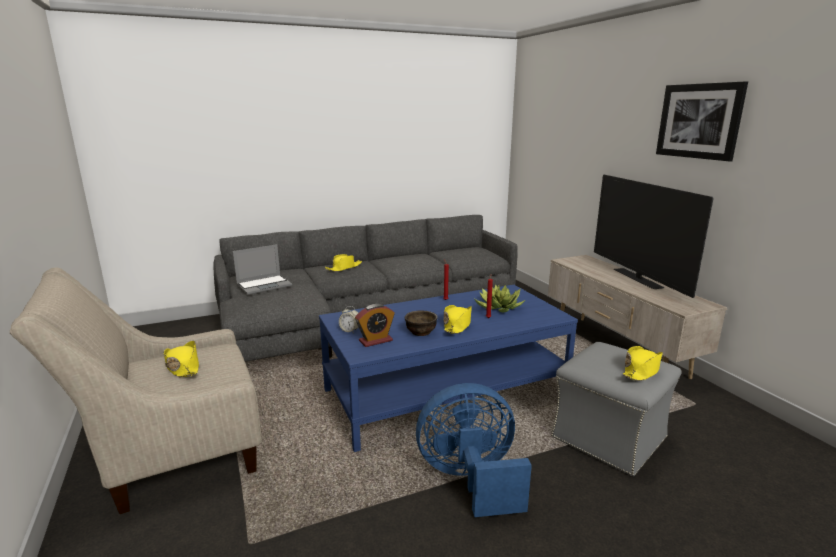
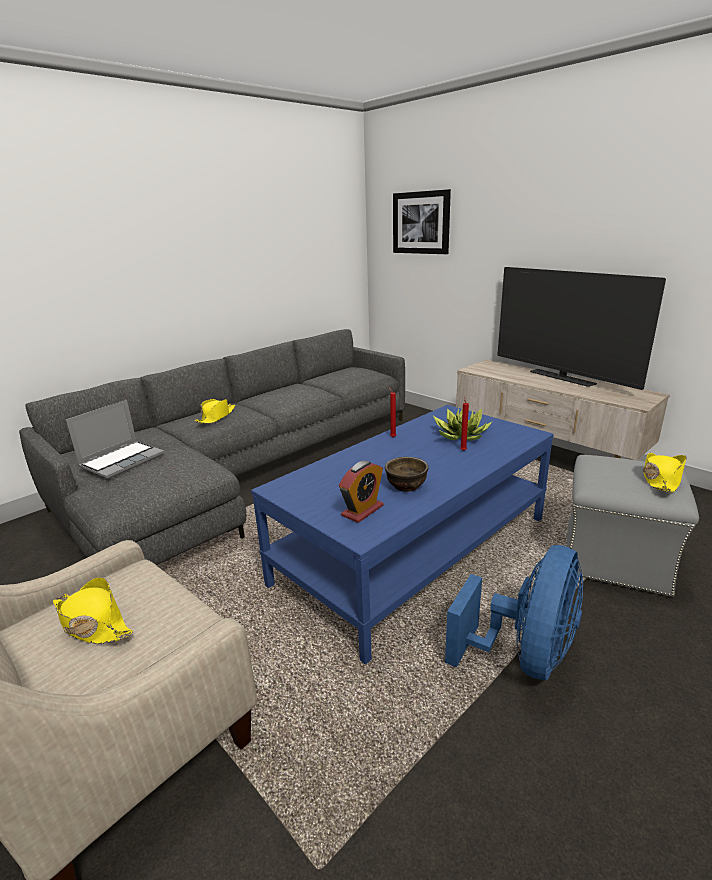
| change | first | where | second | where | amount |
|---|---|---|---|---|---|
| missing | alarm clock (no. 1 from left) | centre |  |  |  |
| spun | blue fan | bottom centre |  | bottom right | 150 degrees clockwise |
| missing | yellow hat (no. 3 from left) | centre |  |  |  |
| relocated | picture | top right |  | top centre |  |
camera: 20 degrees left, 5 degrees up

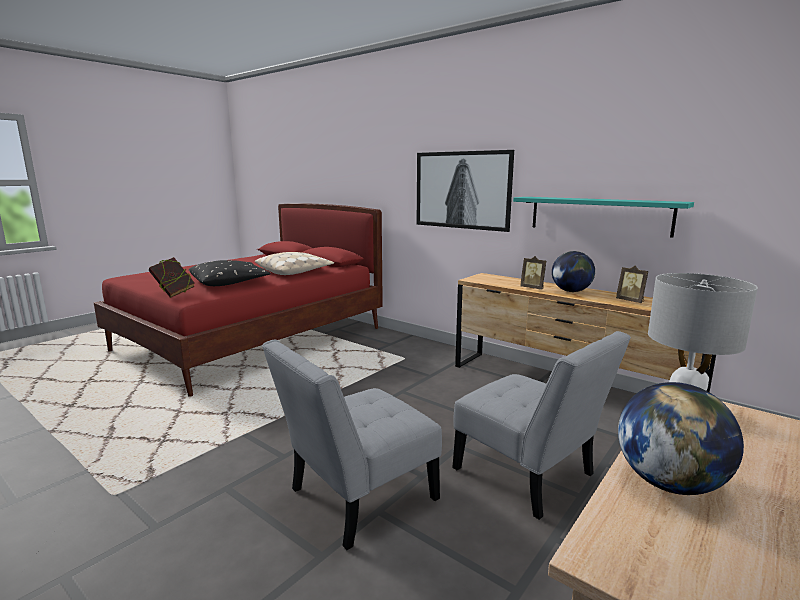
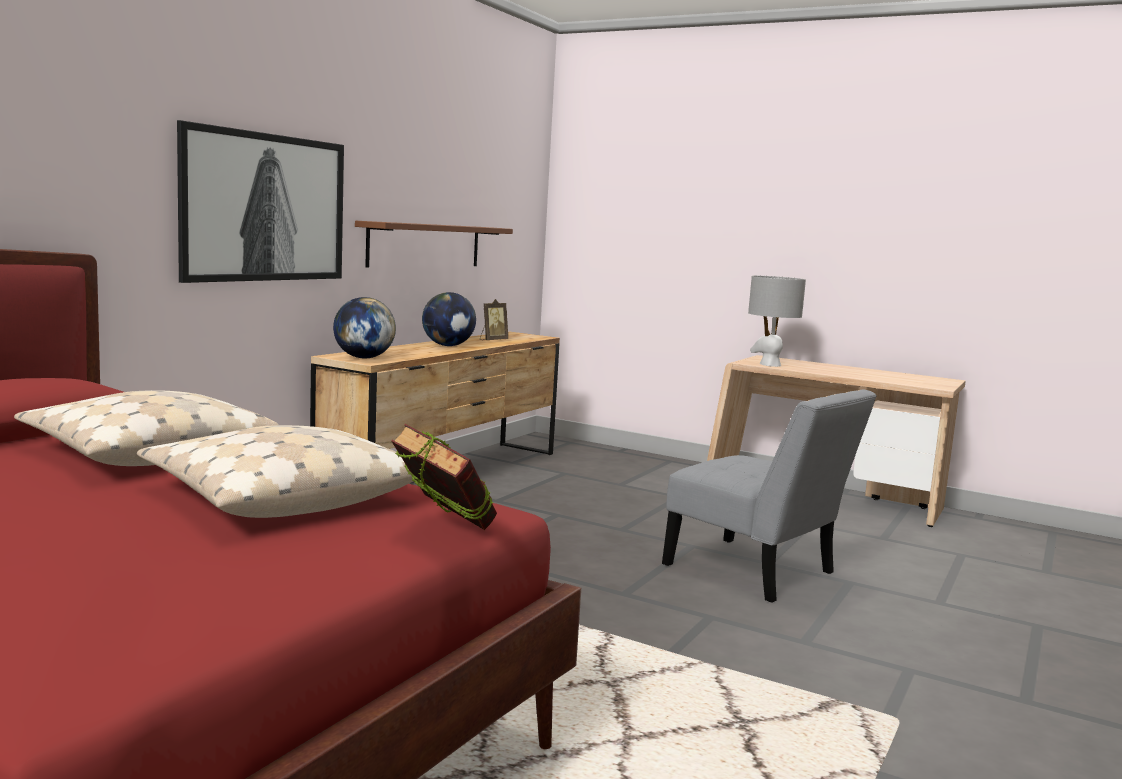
| change | first | where | second | where | amount |
|---|---|---|---|---|---|
| colour | black pillow | middle left | beige pillow (no. 2 from left) | middle left |  |
| missing | grey chair (no. 2 from left) | bottom right |  |  |  |
| colour | turquoise shelf | middle right | brown shelf | top centre |  |
| missing | picture frame (no. 1 from left) | centre |  |  |  |
| relocated | globe (no. 2 from left in the first image) | bottom right | globe (no. 1 from left) | middle left |  |
camera: 100 degrees left, 5 degrees down

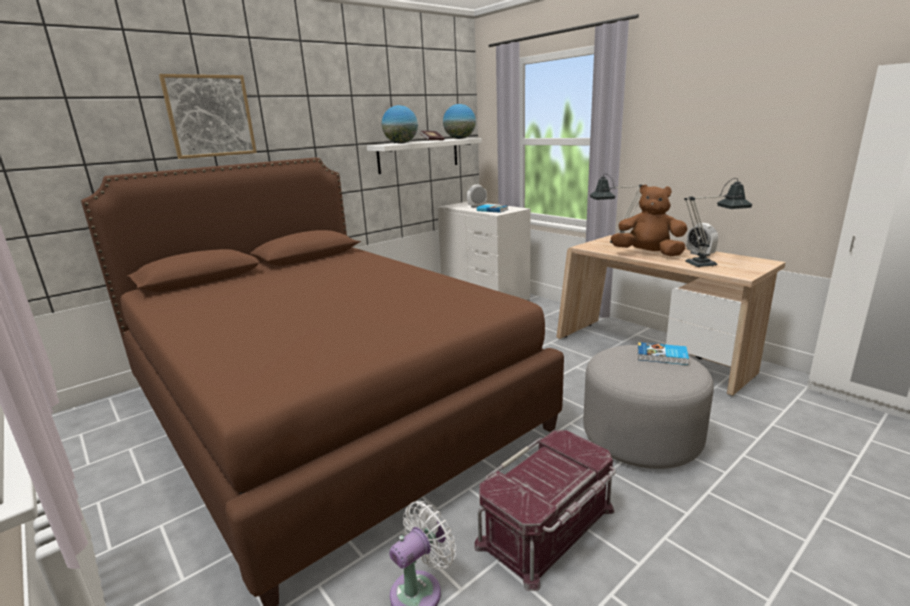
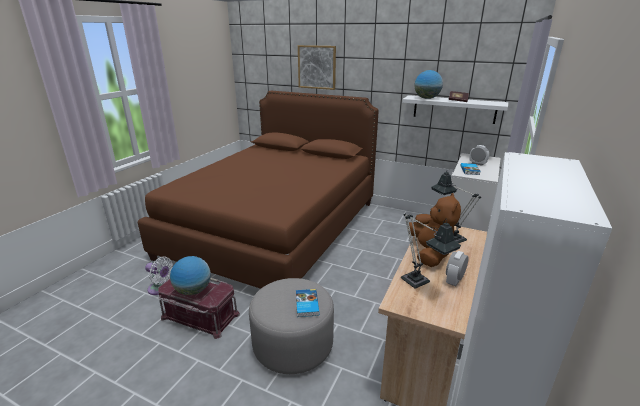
| change | first | where | second | where | amount |
|---|---|---|---|---|---|
| relocated | globe (no. 2 from left in the first image) | top centre | globe (no. 1 from left) | bottom left |  |
camera: 65 degrees right, 5 degrees up

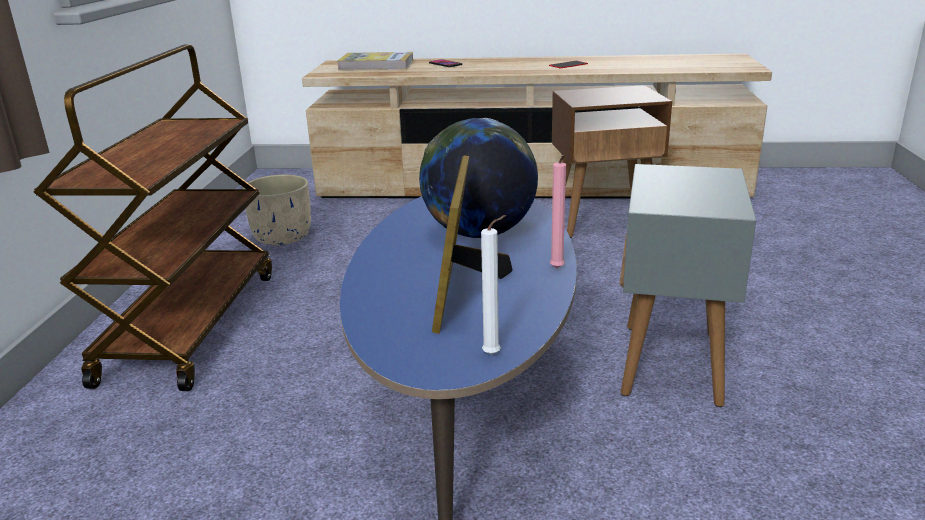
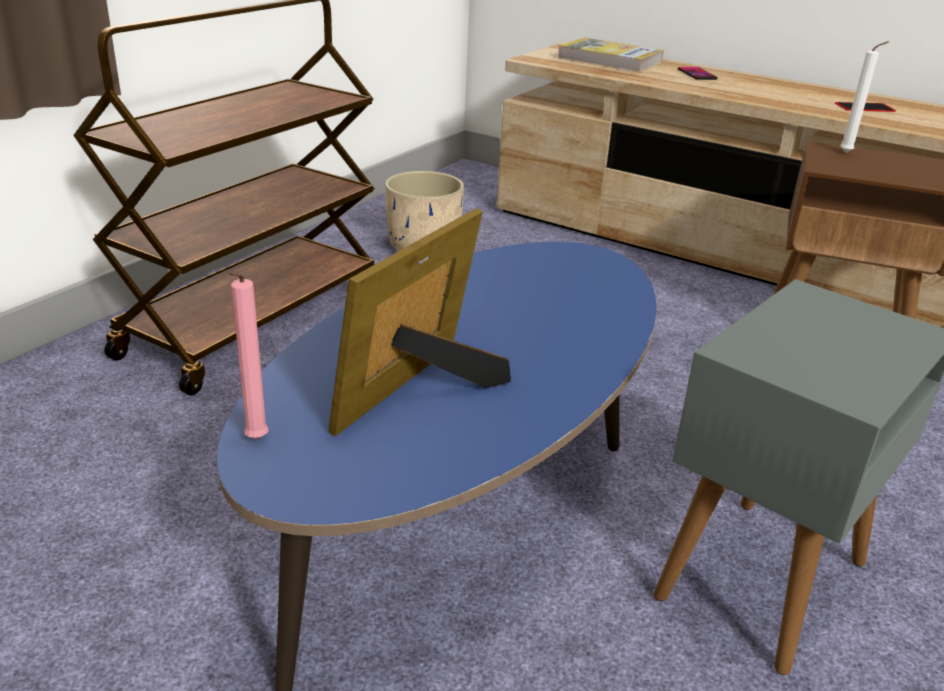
| change | first | where | second | where | amount |
|---|---|---|---|---|---|
| missing | globe | centre |  |  |  |
| relocated | white candle | centre |  | top right |  |
| relocated | pink candle | centre |  | middle left |  |
camera: 25 degrees right, 5 degrees up

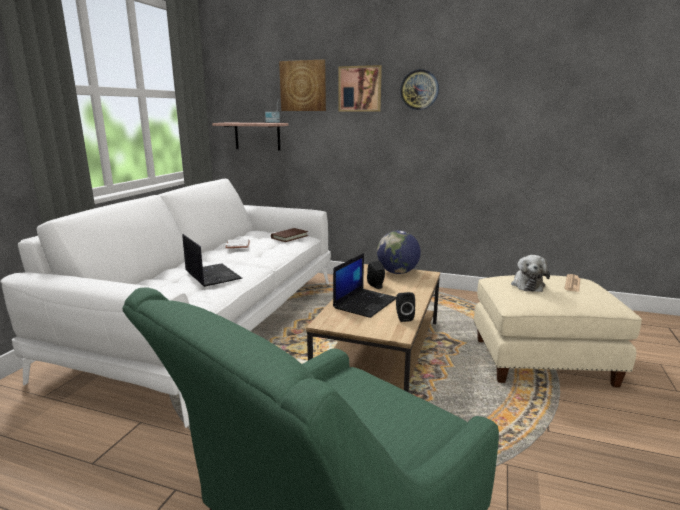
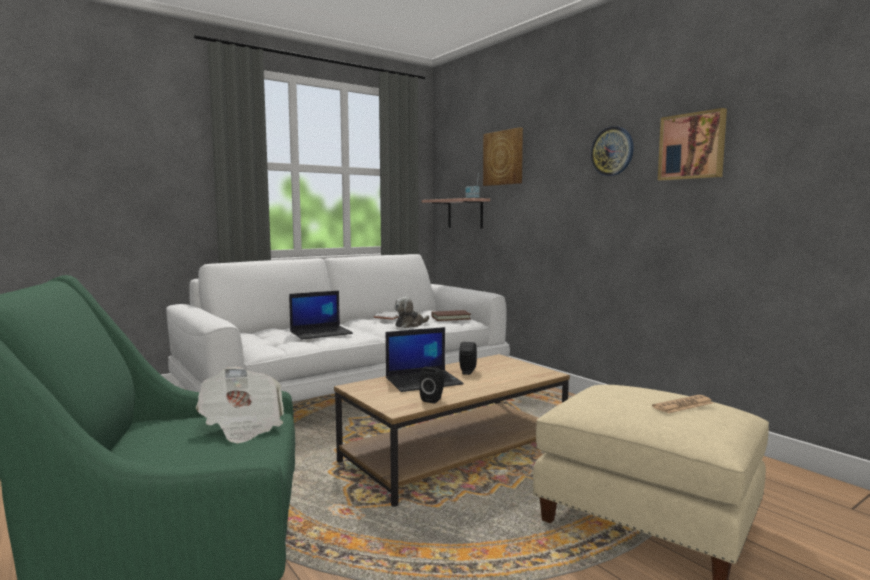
| change | first | where | second | where | amount |
|---|---|---|---|---|---|
| spun | laptop (no. 1 from left) | middle left |  | centre | 60 degrees clockwise |
| relocated | picture (no. 2 from left) | top centre |  | top right |  |
| missing | globe | centre |  |  |  |
| relocated | plush toy | middle right |  | centre |  |
| appeared |  |  | newspaper (no. 1 from left) | bottom left |  |
camera: 35 degrees right, 10 degrees down

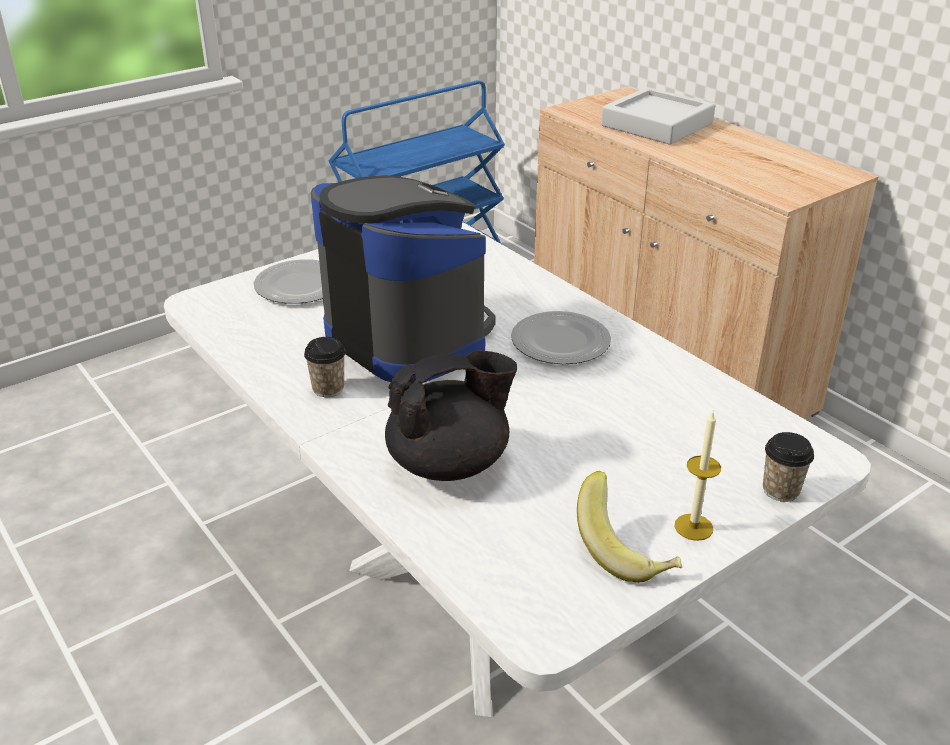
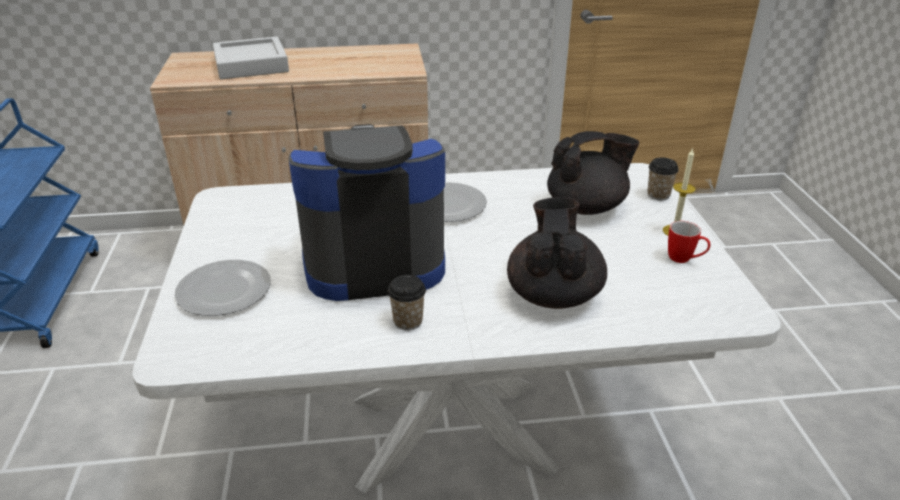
| change | first | where | second | where | amount |
|---|---|---|---|---|---|
| exchanged | banana | bottom centre | mug | middle right |  |
| appeared |  |  | black teapot (no. 2 from left) | centre |  |
camera: 60 degrees left, 0 degrees up

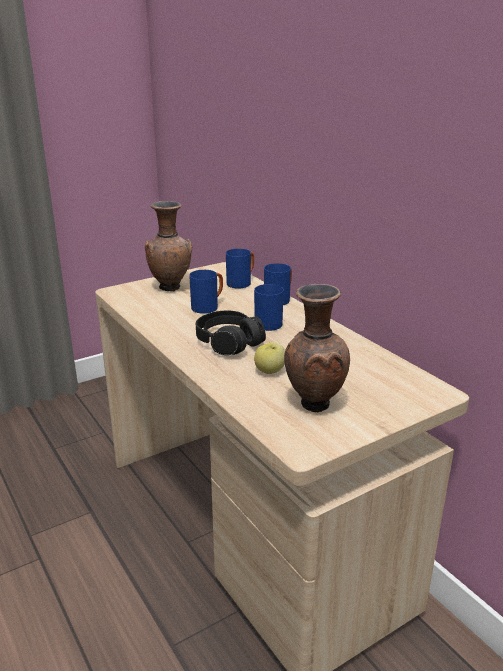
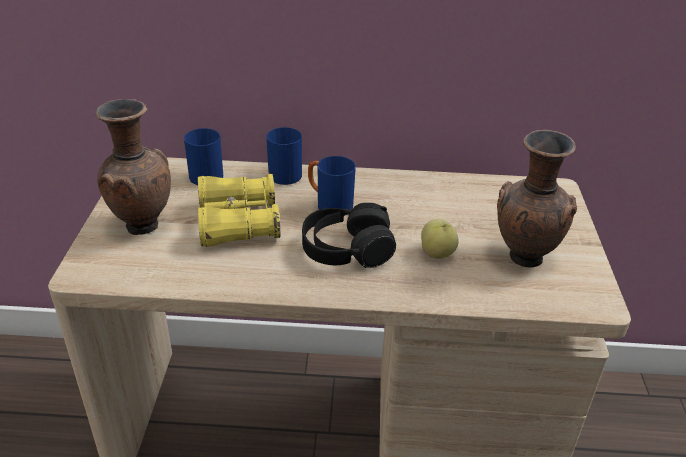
| change | first | where | second | where | amount |
|---|---|---|---|---|---|
| exchanged | blue mug (no. 1 from left) | centre | yellow binoculars | centre |  |
camera: 55 degrees left, 10 degrees up

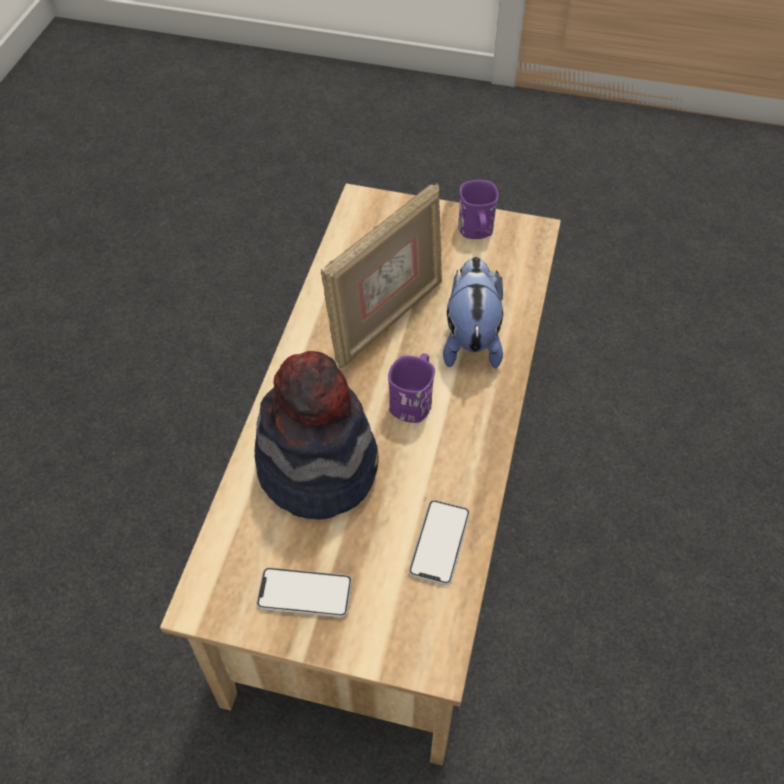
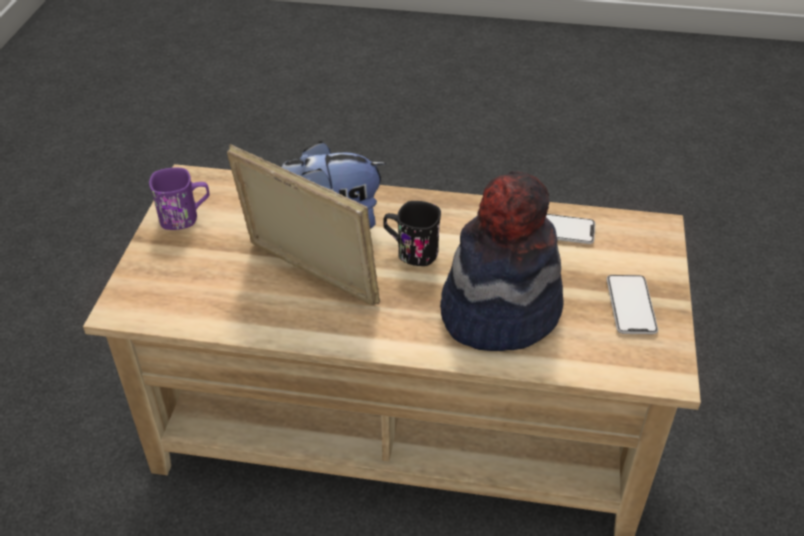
| change | first | where | second | where | amount |
|---|---|---|---|---|---|
| colour | purple mug (no. 1 from left) | centre | black mug | centre |  |
camera: 95 degrees left, 10 degrees down

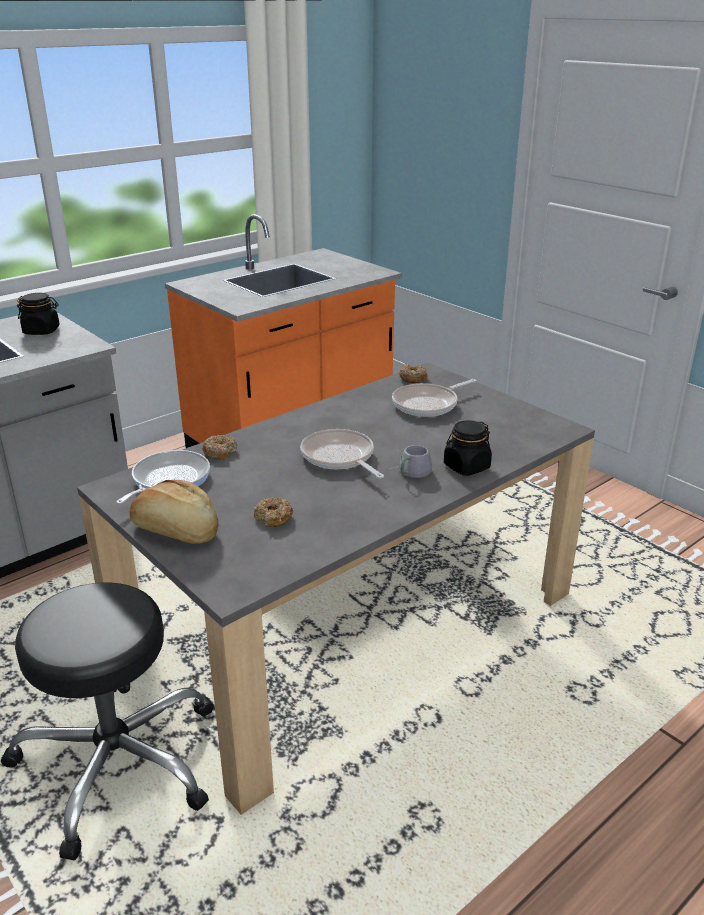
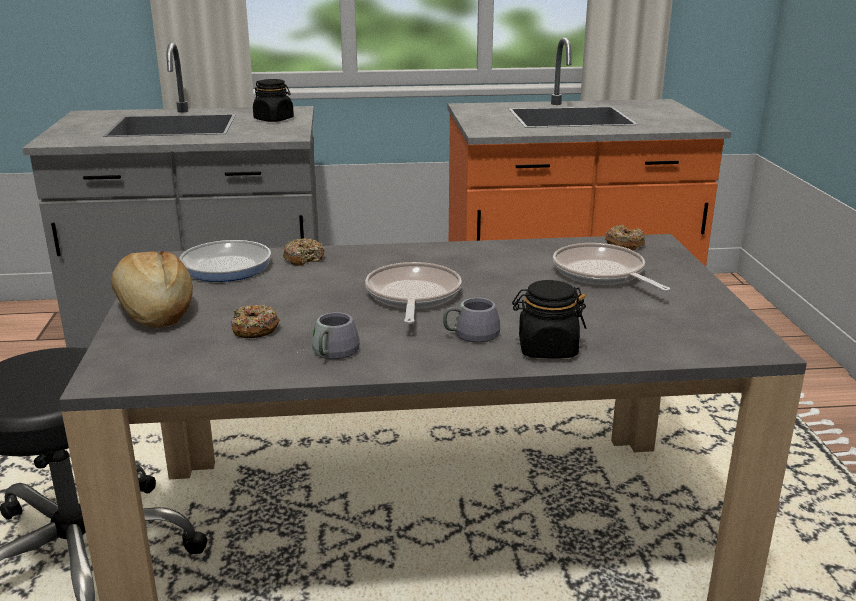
| change | first | where | second | where | amount |
|---|---|---|---|---|---|
| spun | frying pan (no. 3 from left) | centre |  | middle right | 60 degrees clockwise |
| appeared |  |  | grey mug (no. 1 from left) | centre |  |
camera: 35 degrees right, 5 degrees down

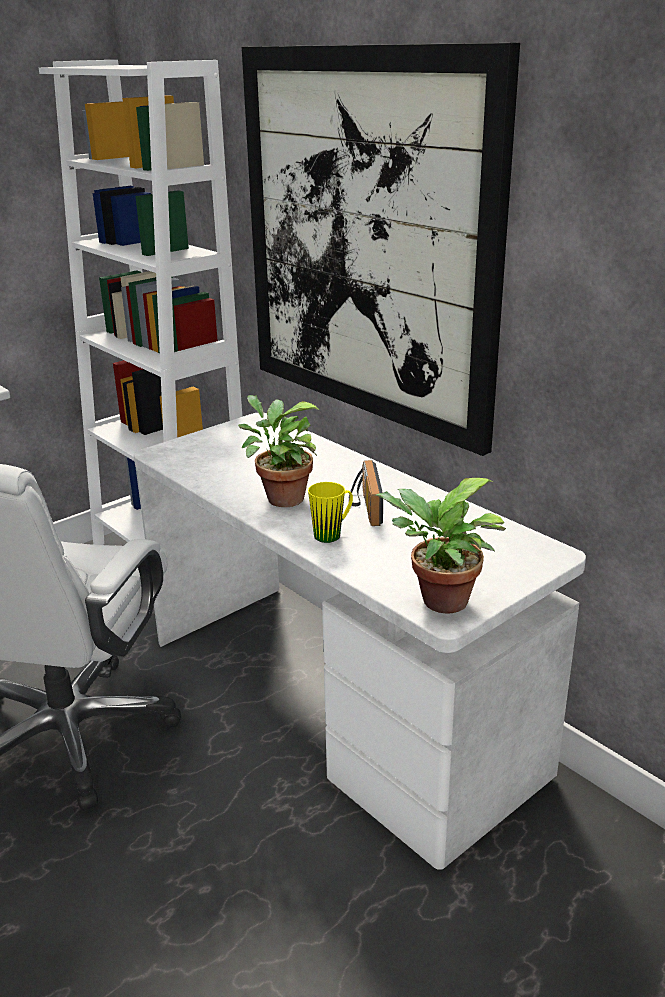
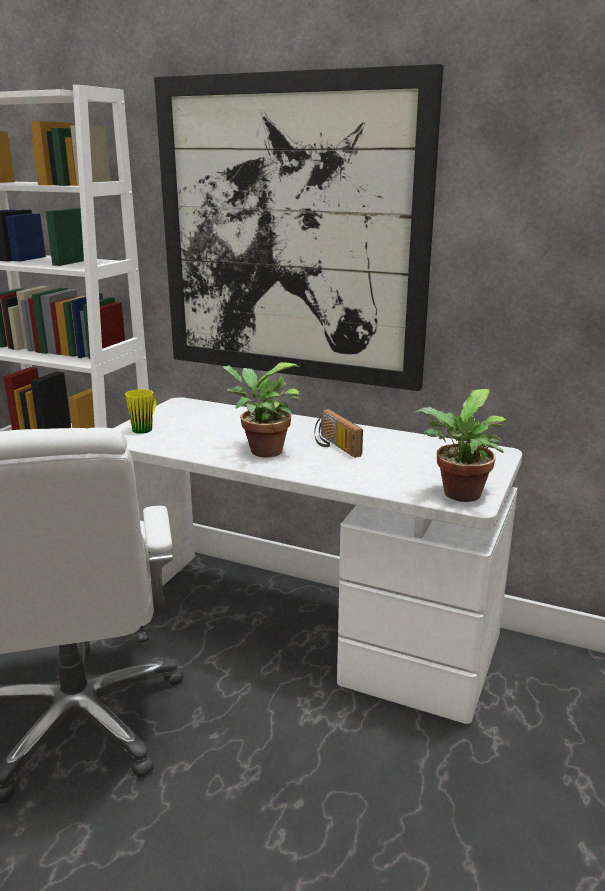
| change | first | where | second | where | amount |
|---|---|---|---|---|---|
| relocated | yellow mug | centre |  | middle left |  |
camera: 25 degrees left, 5 degrees down

